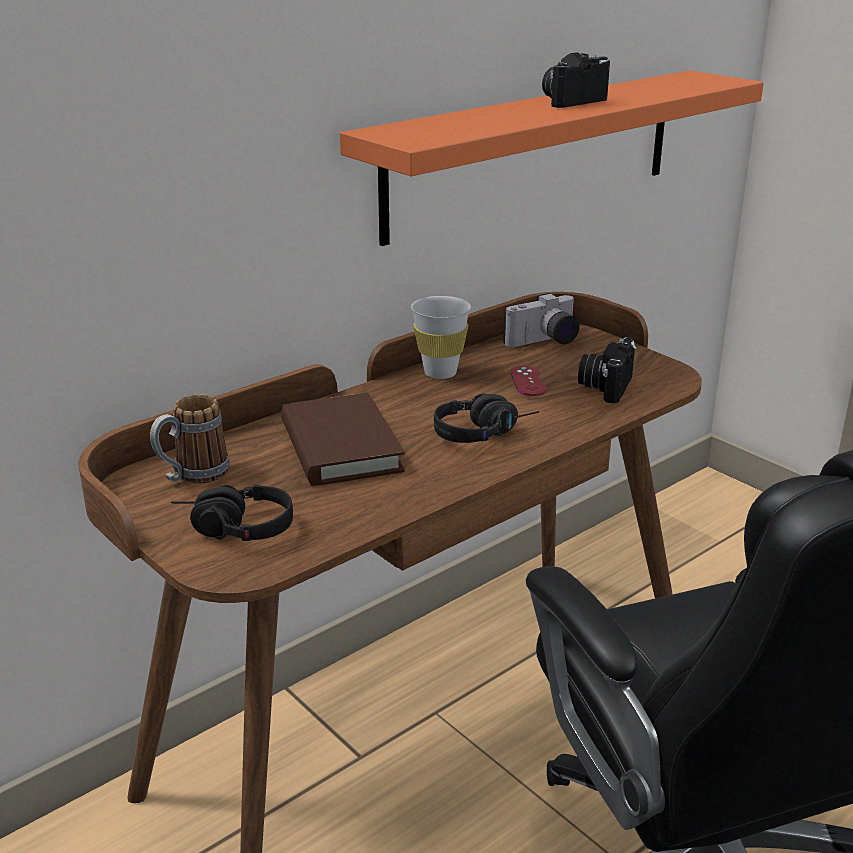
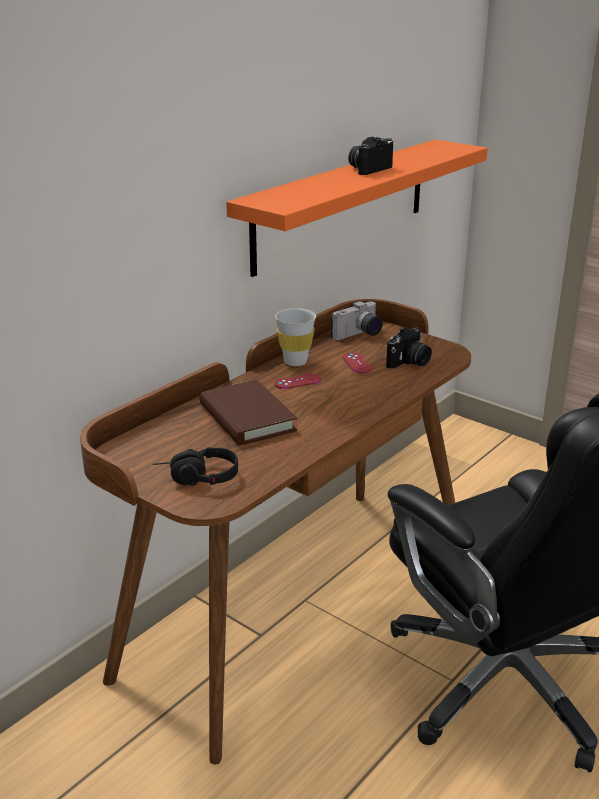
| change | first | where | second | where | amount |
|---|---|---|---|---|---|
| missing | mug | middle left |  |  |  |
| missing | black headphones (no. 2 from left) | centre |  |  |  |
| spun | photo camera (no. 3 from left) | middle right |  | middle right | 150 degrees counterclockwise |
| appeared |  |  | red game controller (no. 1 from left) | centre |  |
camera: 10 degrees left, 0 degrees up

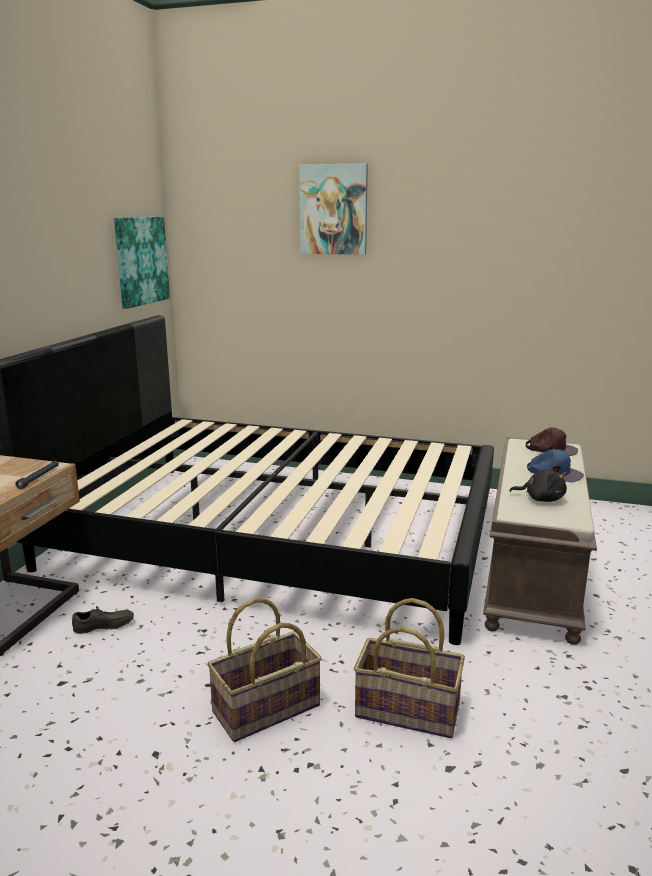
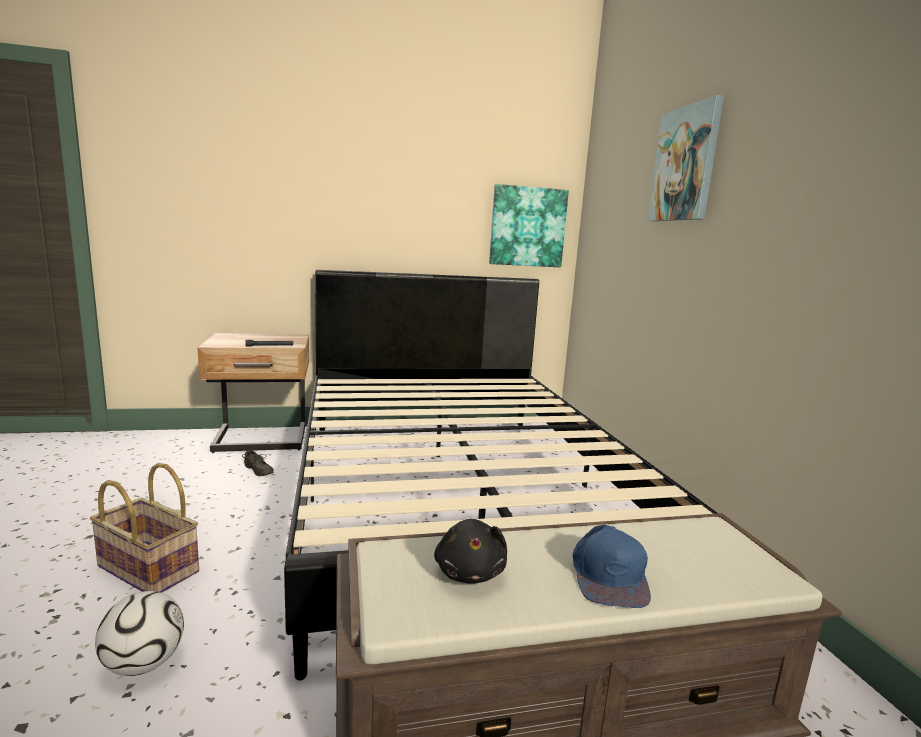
| change | first | where | second | where | amount |
|---|---|---|---|---|---|
| exchanged | basket (no. 2 from left) | bottom centre | football | bottom left |  |
| missing | brown cap | middle right |  |  |  |
camera: 60 degrees right, 5 degrees down

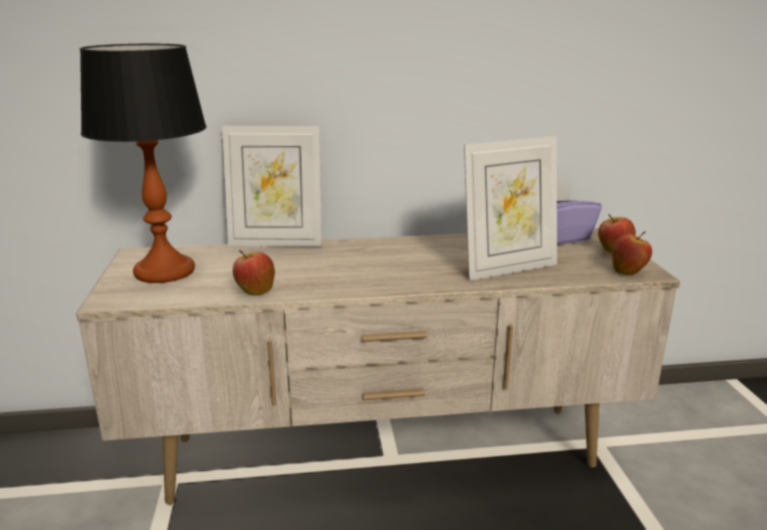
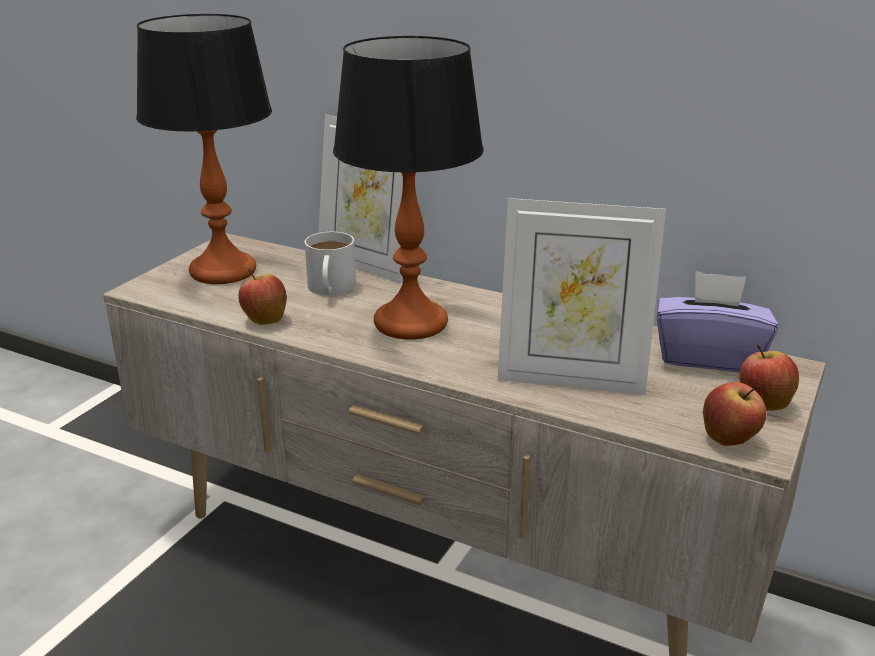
| change | first | where | second | where | amount |
|---|---|---|---|---|---|
| appeared |  |  | white mug | centre |  |
| appeared |  |  | table lamp (no. 2 from left) | top centre |  |
camera: 35 degrees right, 5 degrees up

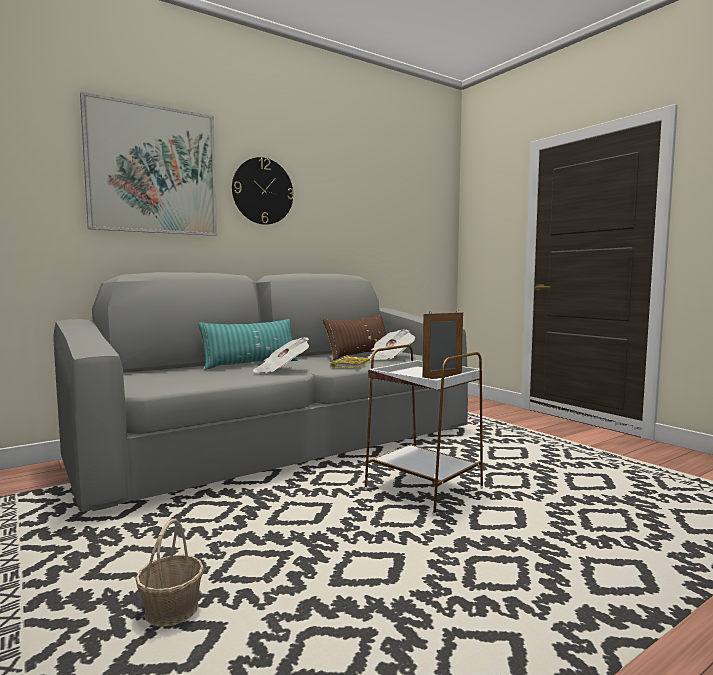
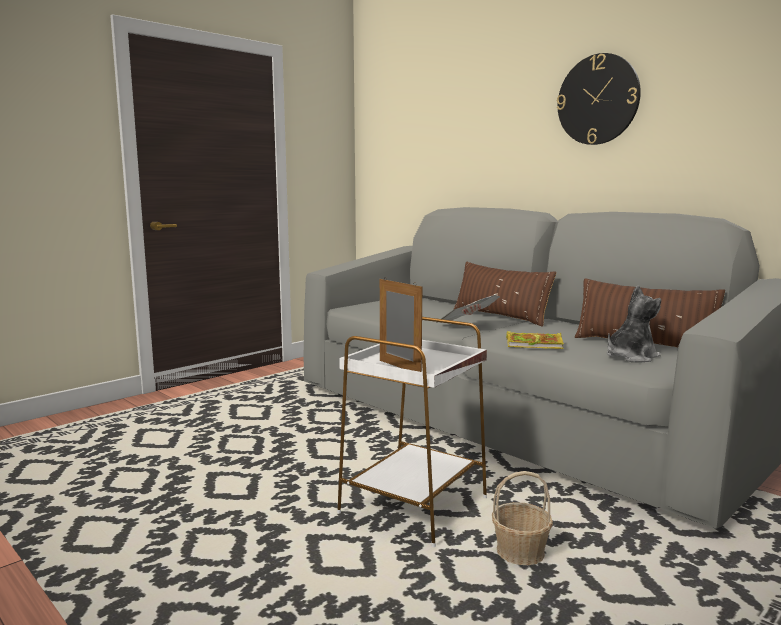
| change | first | where | second | where | amount |
|---|---|---|---|---|---|
| missing | picture | top left |  |  |  |
| relocated | basket | bottom left |  | bottom right |  |
| colour | turquoise pillow | centre | brown pillow (no. 1 from left) | centre |  |
| exchanged | newspaper (no. 2 from left) | centre | plush toy | middle right |  |
camera: 80 degrees right, 5 degrees up

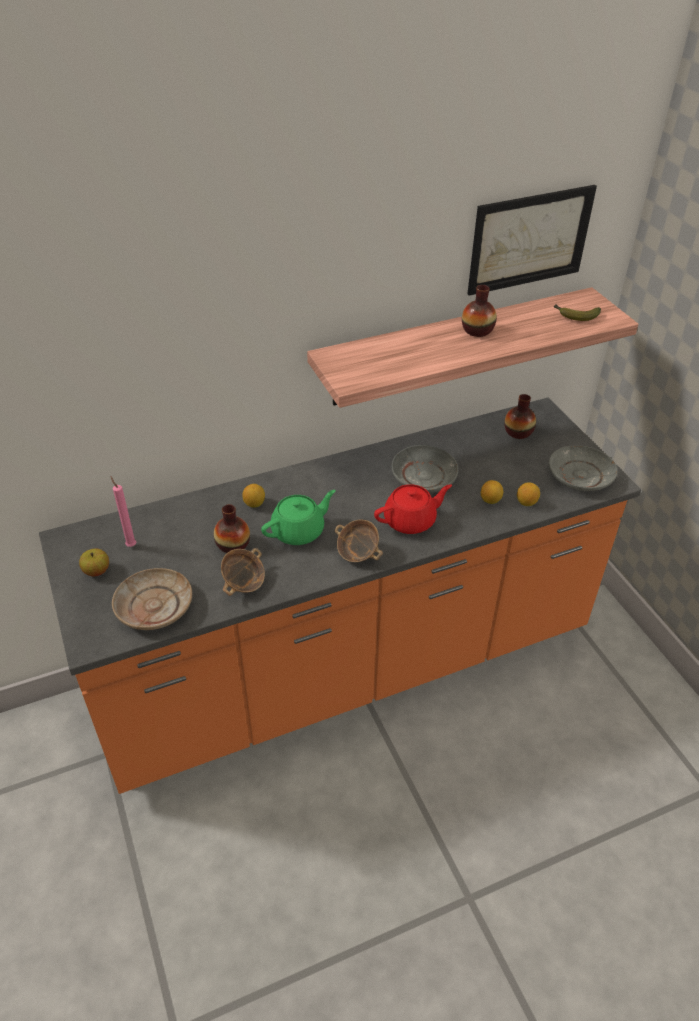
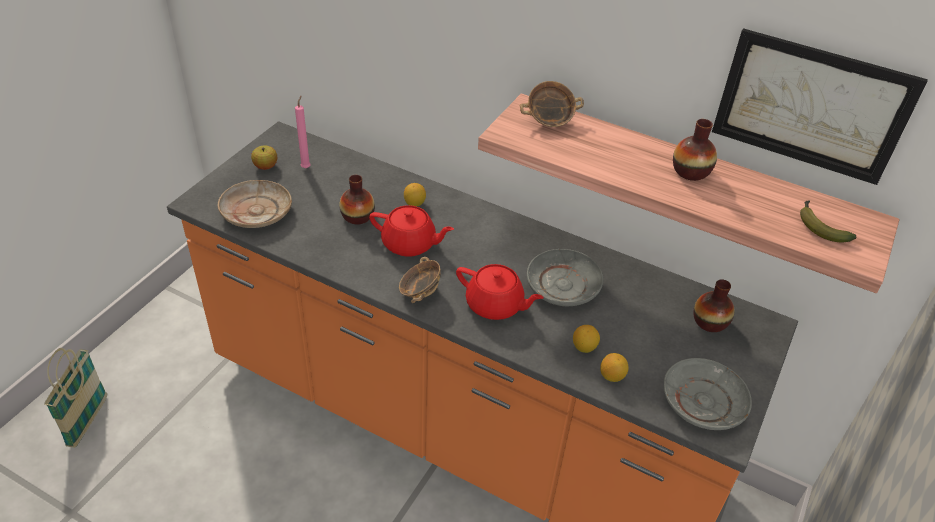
| change | first | where | second | where | amount |
|---|---|---|---|---|---|
| relocated | bowl (no. 1 from left in the first image) | centre | bowl (no. 2 from left) | top centre |  |
| colour | green teapot | centre | red teapot (no. 1 from left) | centre |  |
| appeared |  |  | basket | bottom left |  |
camera: 50 degrees right, 0 degrees up

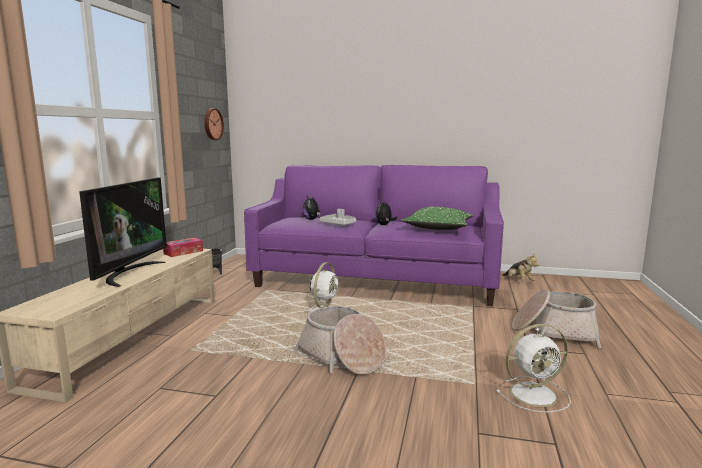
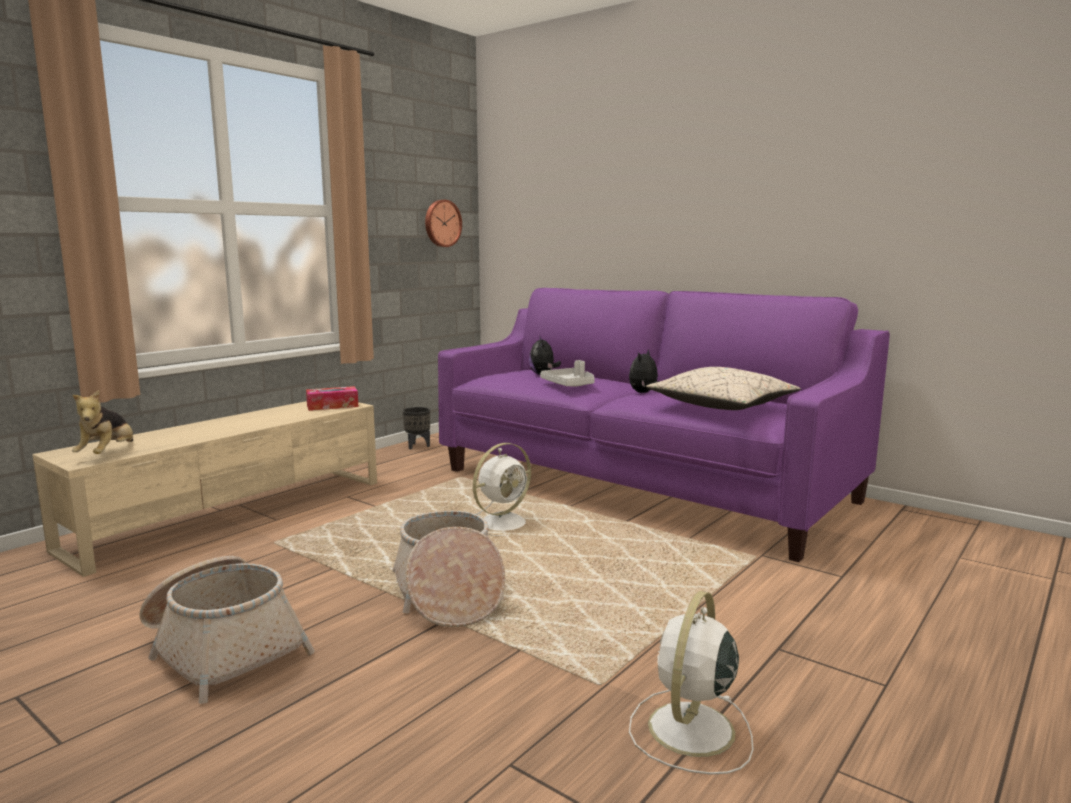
| change | first | where | second | where | amount |
|---|---|---|---|---|---|
| missing | television | middle left |  |  |  |
| colour | green pillow | centre | beige pillow | middle right |  |
| spun | white fan (no. 2 from left) | bottom right |  | bottom centre | 105 degrees clockwise |
| relocated | plush toy (no. 3 from left in the first image) | middle right | plush toy (no. 1 from left) | middle left |  |
| relocated | basket (no. 2 from left in the first image) | bottom right | basket (no. 1 from left) | bottom left |  |
camera: 25 degrees right, 0 degrees up

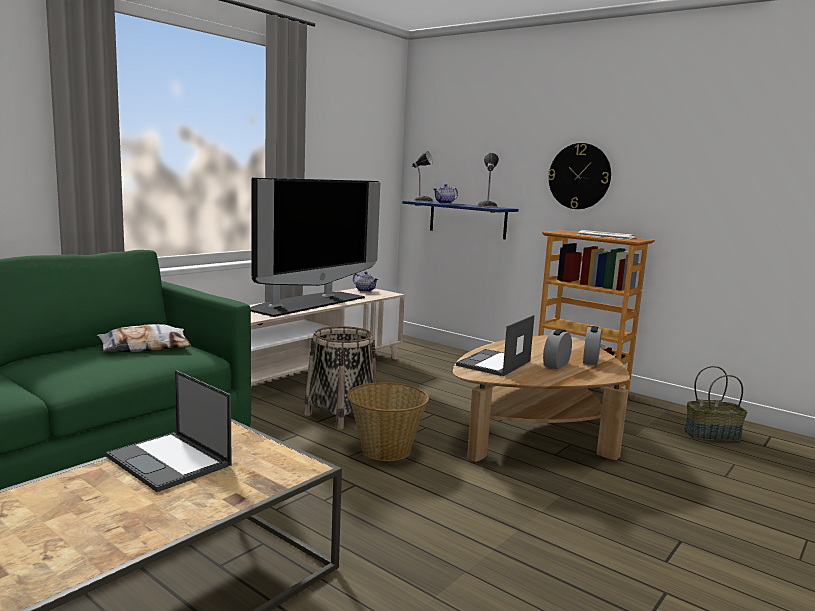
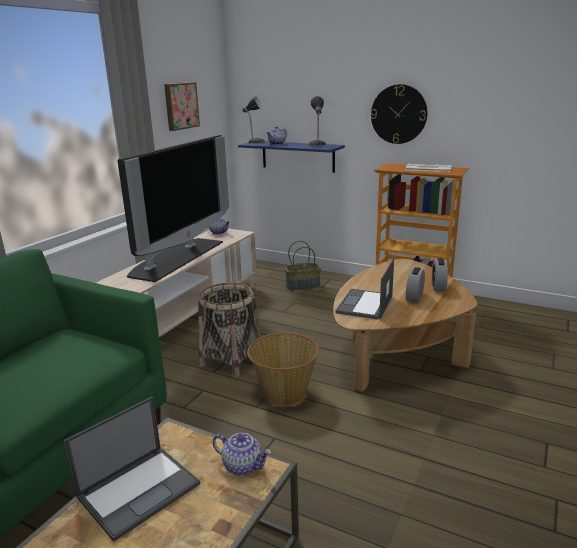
| change | first | where | second | where | amount |
|---|---|---|---|---|---|
| missing | pillow | middle left |  |  |  |
| spun | laptop (no. 1 from left) | bottom left |  | bottom left | 75 degrees counterclockwise |
| relocated | basket (no. 3 from left) | middle right |  | centre |  |
| appeared |  |  | picture | top left |  |
| appeared |  |  | teapot (no. 2 from left) | bottom centre |  |
camera: 10 degrees left, 10 degrees up

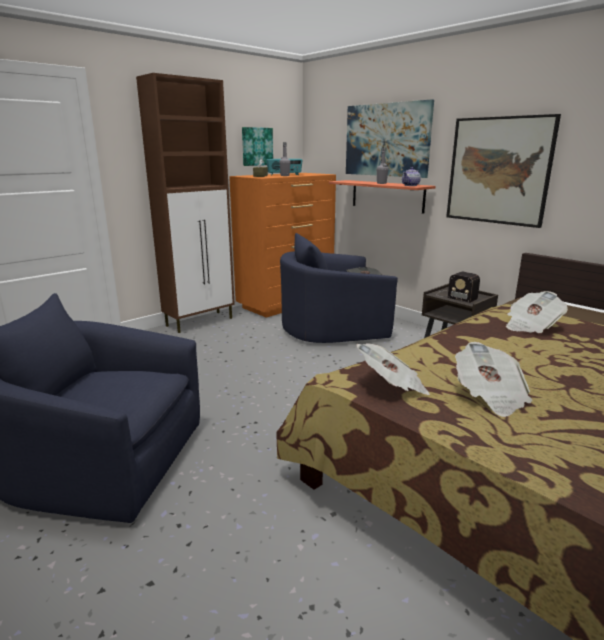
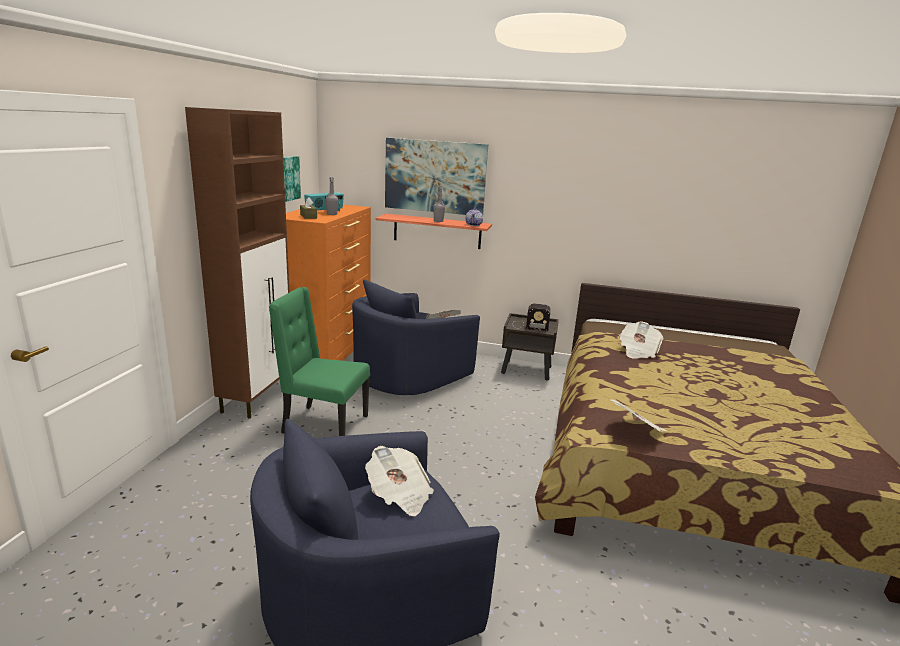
| change | first | where | second | where | amount |
|---|---|---|---|---|---|
| missing | picture (no. 3 from left) | top right |  |  |  |
| relocated | newspaper (no. 3 from left in the first image) | middle right | newspaper (no. 1 from left) | bottom centre |  |
| appeared |  |  | green chair | centre |  |
camera: 35 degrees left, 0 degrees up

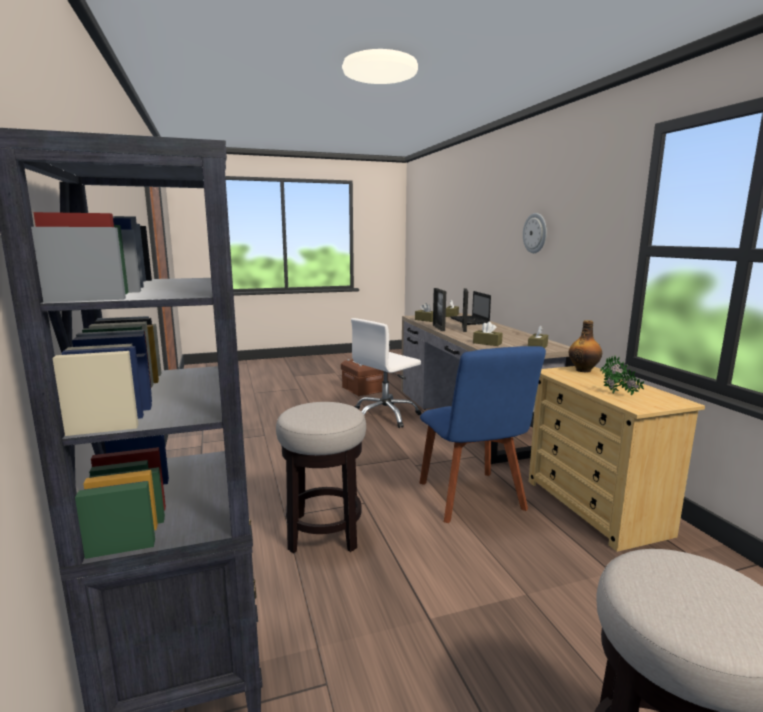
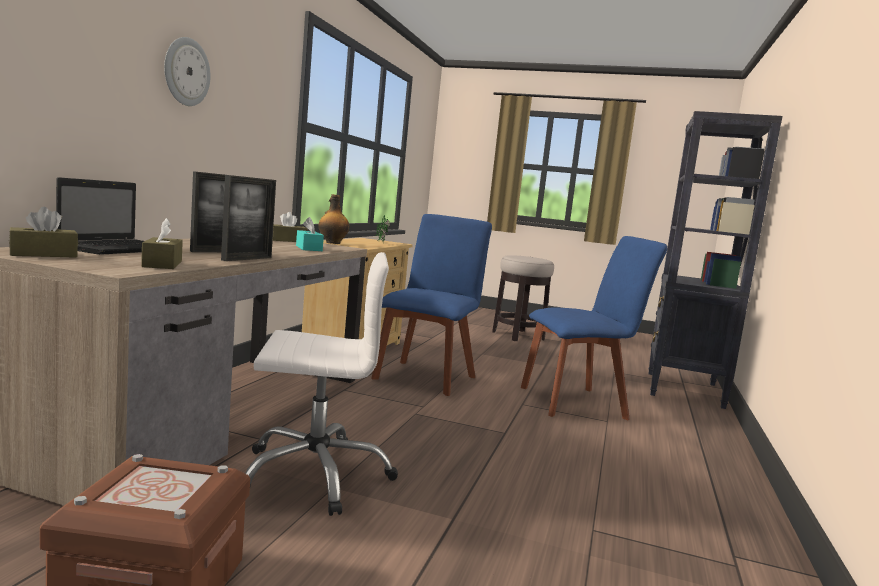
| change | first | where | second | where | amount |
|---|---|---|---|---|---|
| exchanged | stool (no. 1 from left) | bottom centre | blue chair (no. 2 from left) | middle right |  |
| colour | brown tissue box (no. 3 from left) | centre | turquoise tissue box | centre |  |
camera: 145 degrees left, 5 degrees down

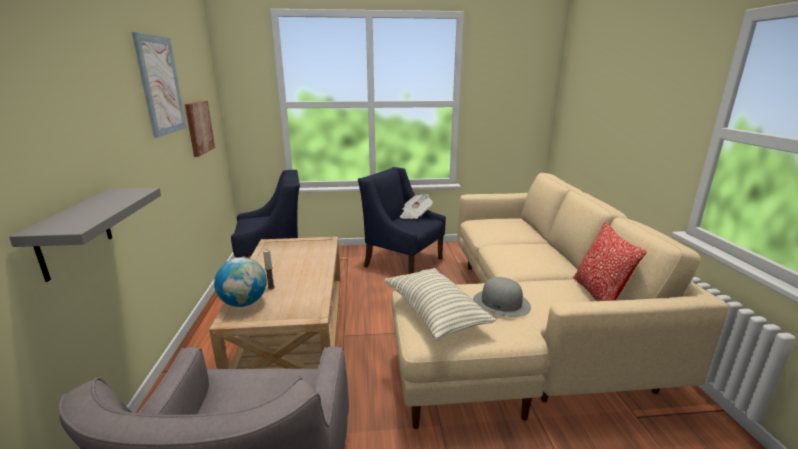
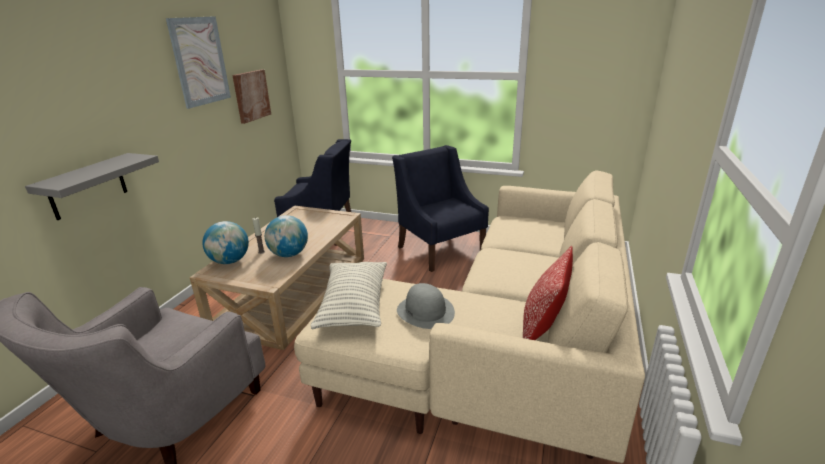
| change | first | where | second | where | amount |
|---|---|---|---|---|---|
| missing | newspaper | centre |  |  |  |
| appeared |  |  | globe (no. 2 from left) | centre |  |
camera: 25 degrees right, 5 degrees up

